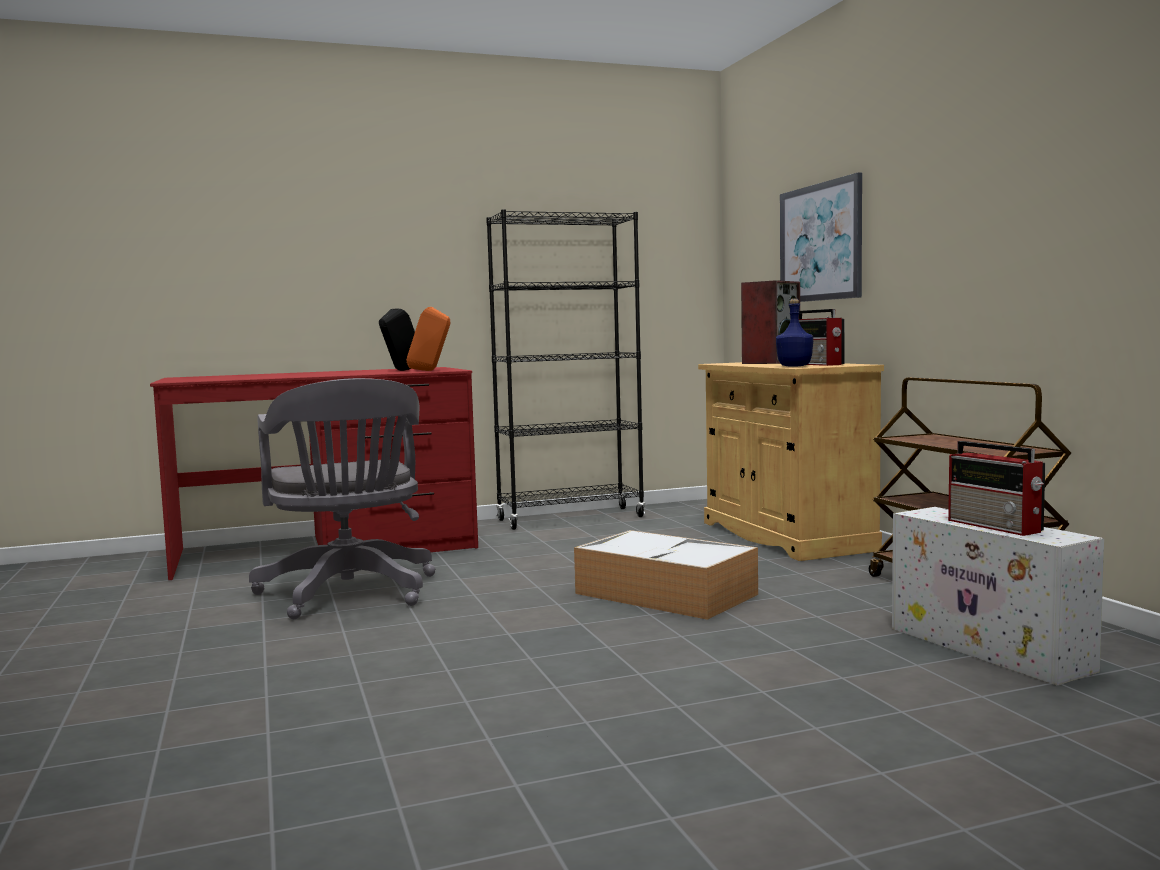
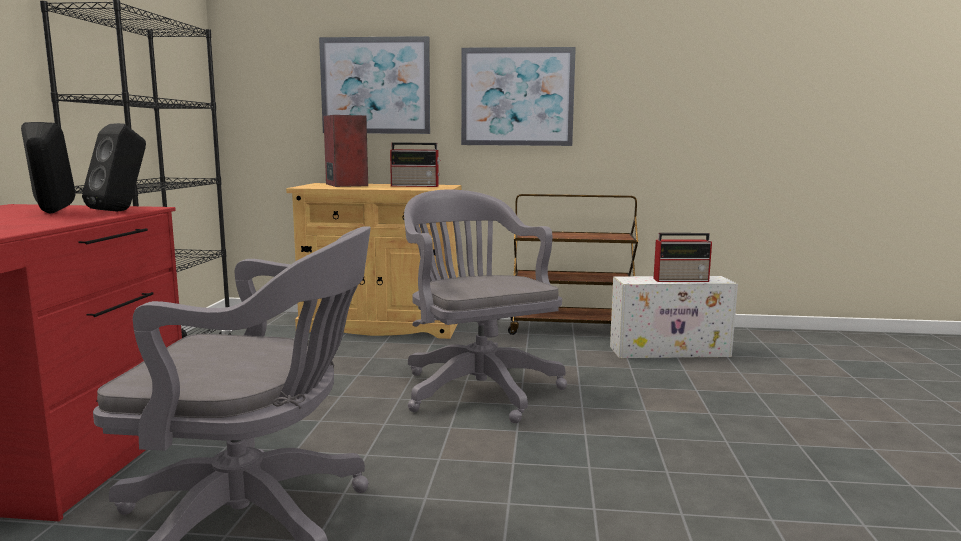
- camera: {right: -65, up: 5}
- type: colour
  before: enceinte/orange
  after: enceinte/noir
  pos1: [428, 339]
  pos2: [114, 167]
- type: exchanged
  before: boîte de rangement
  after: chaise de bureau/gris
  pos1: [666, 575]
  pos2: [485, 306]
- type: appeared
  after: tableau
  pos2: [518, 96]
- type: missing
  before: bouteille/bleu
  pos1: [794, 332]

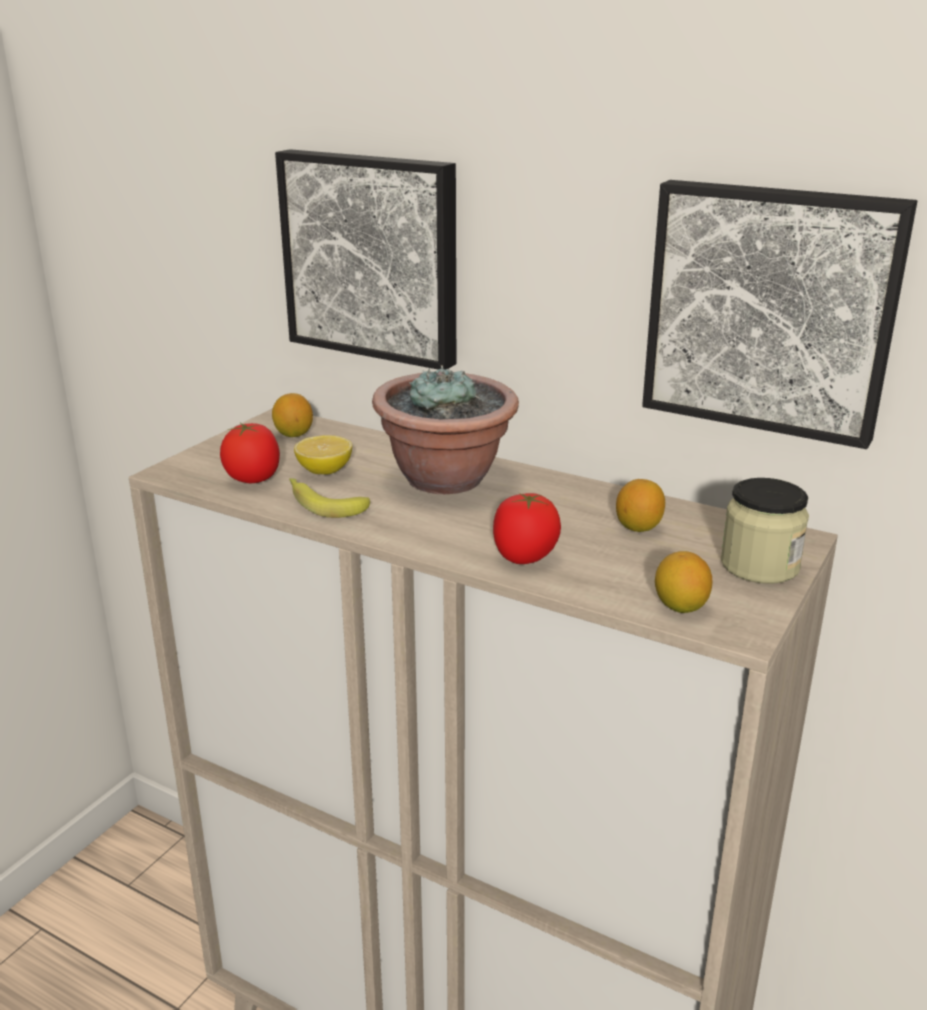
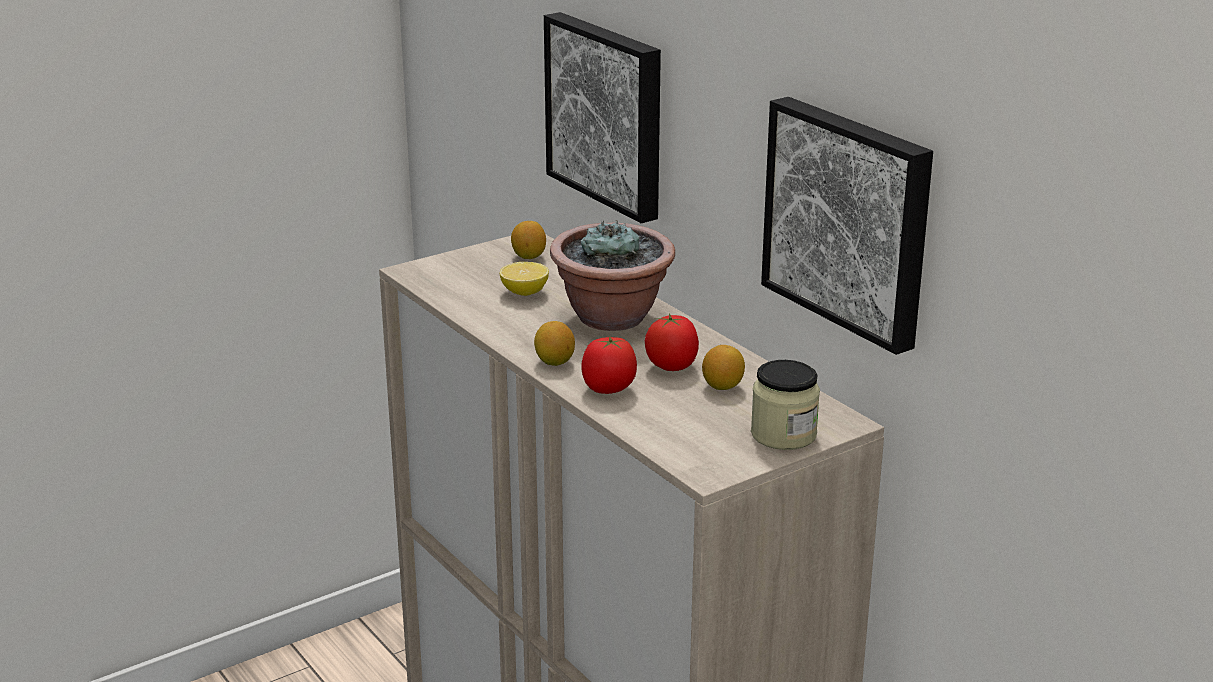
- camera: {right: 25, up: 0}
- type: relocated
  before: citron
  pos1: [683, 582]
  pos2: [554, 343]
- type: relocated
  before: tomate
  pos1: [250, 453]
  pos2: [672, 342]
- type: missing
  before: banane
  pos1: [329, 498]

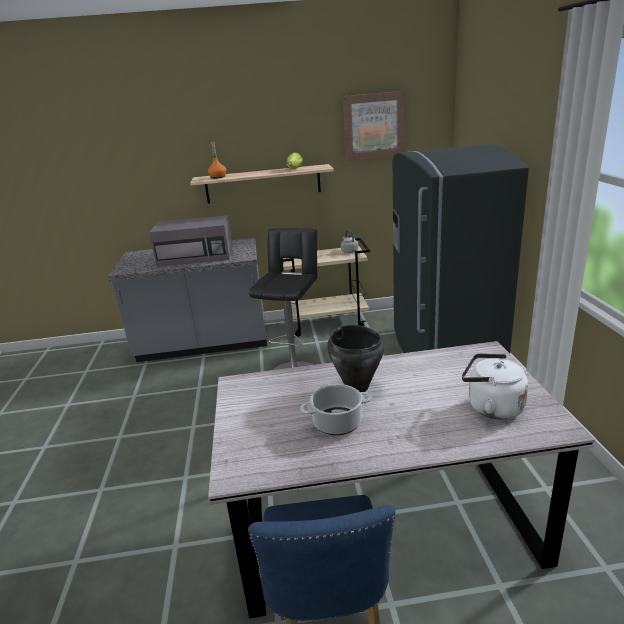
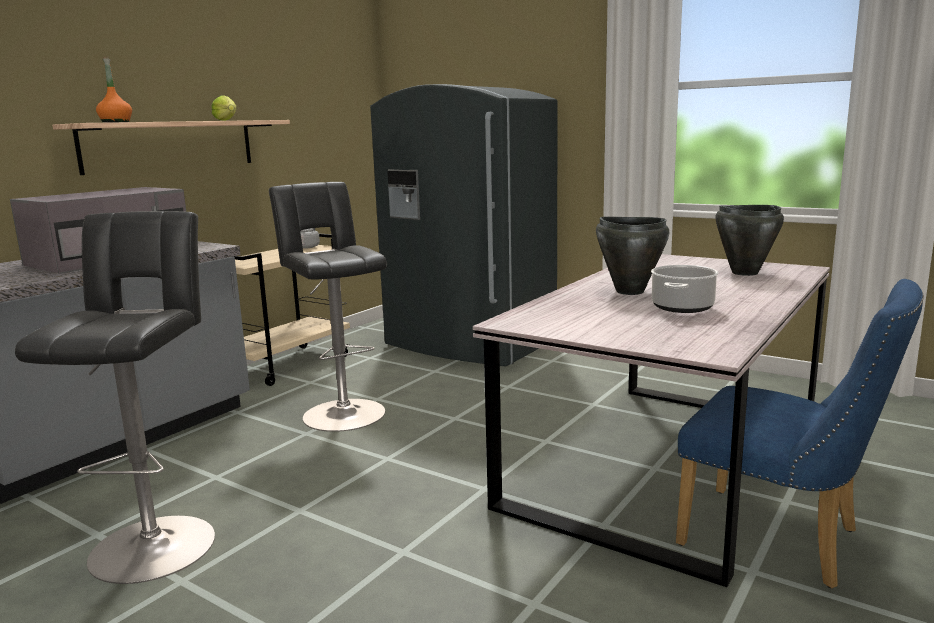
- camera: {right: -50, up: -10}
- type: appeared
  after: tabouret/noir
  pos2: [115, 397]
- type: exchanged
  before: bouilloire/blanc
  after: marmite/noir
  pos1: [495, 386]
  pos2: [749, 240]
- type: missing
  before: tableau
  pos1: [374, 126]

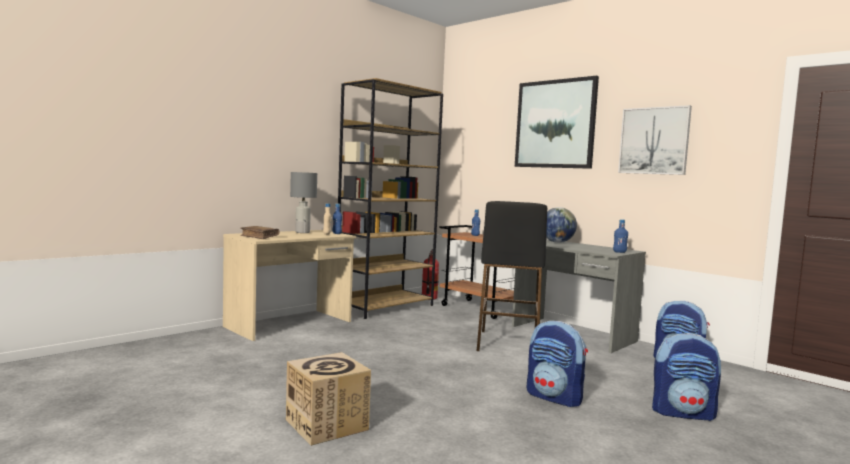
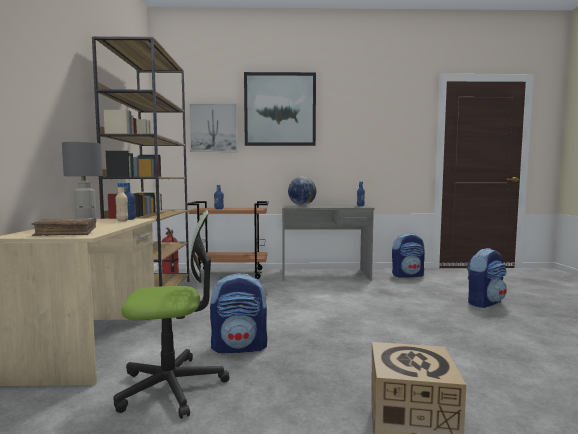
- camera: {right: -45, up: 0}
- type: appeared
  after: chaise de bureau
  pos2: [171, 314]
- type: relocated
  before: tableau
  pos1: [655, 140]
  pos2: [213, 127]
- type: relocated
  before: sac à dos
  pos1: [557, 364]
  pos2: [239, 313]
- type: missing
  before: tabouret/noir
  pos1: [512, 276]

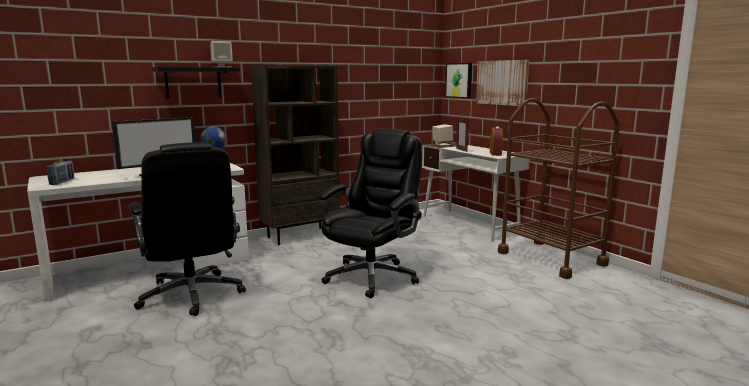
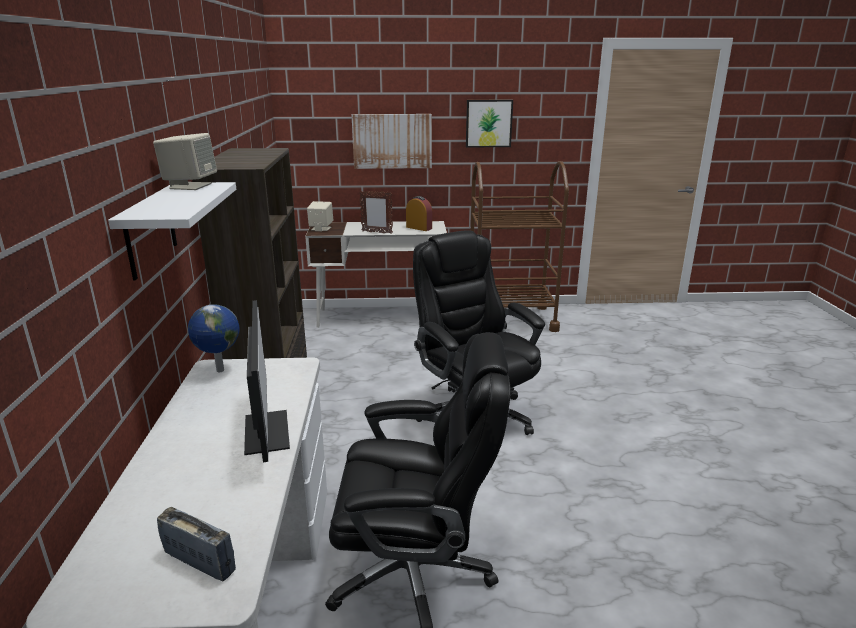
- camera: {right: -60, up: 10}
- type: colour
  before: étagère/noir
  after: étagère/blanc
  pos1: [195, 82]
  pos2: [172, 231]
- type: relocated
  before: tableau
  pos1: [458, 80]
  pos2: [489, 123]

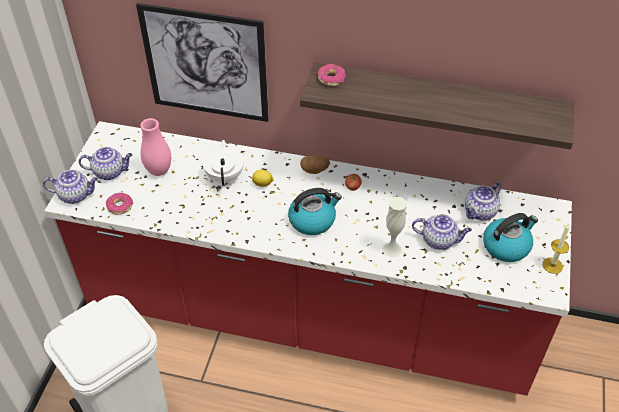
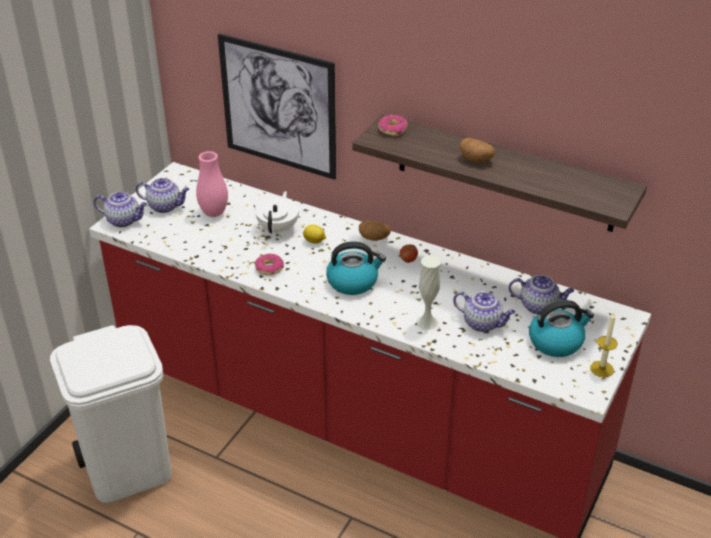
- camera: {right: 15, up: -10}
- type: relocated
  before: beignet
  pos1: [119, 204]
  pos2: [269, 264]
- type: appeared
  after: pomme de terre
  pos2: [477, 150]
- type: spun
  before: théière
  pos1: [483, 201]
  pos2: [541, 294]
  turn: -135

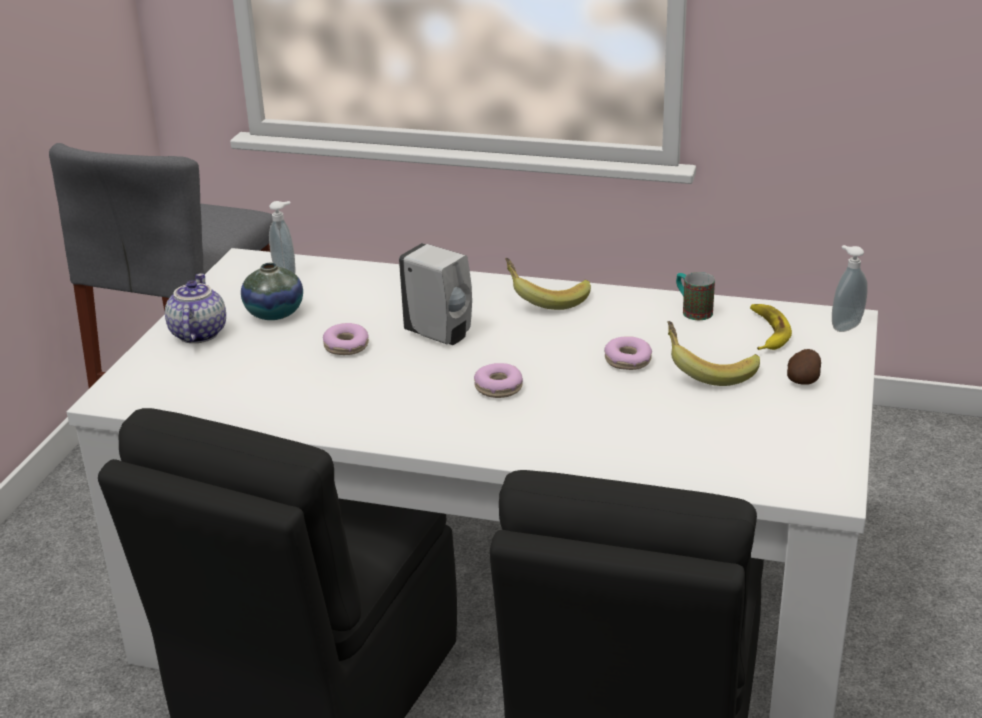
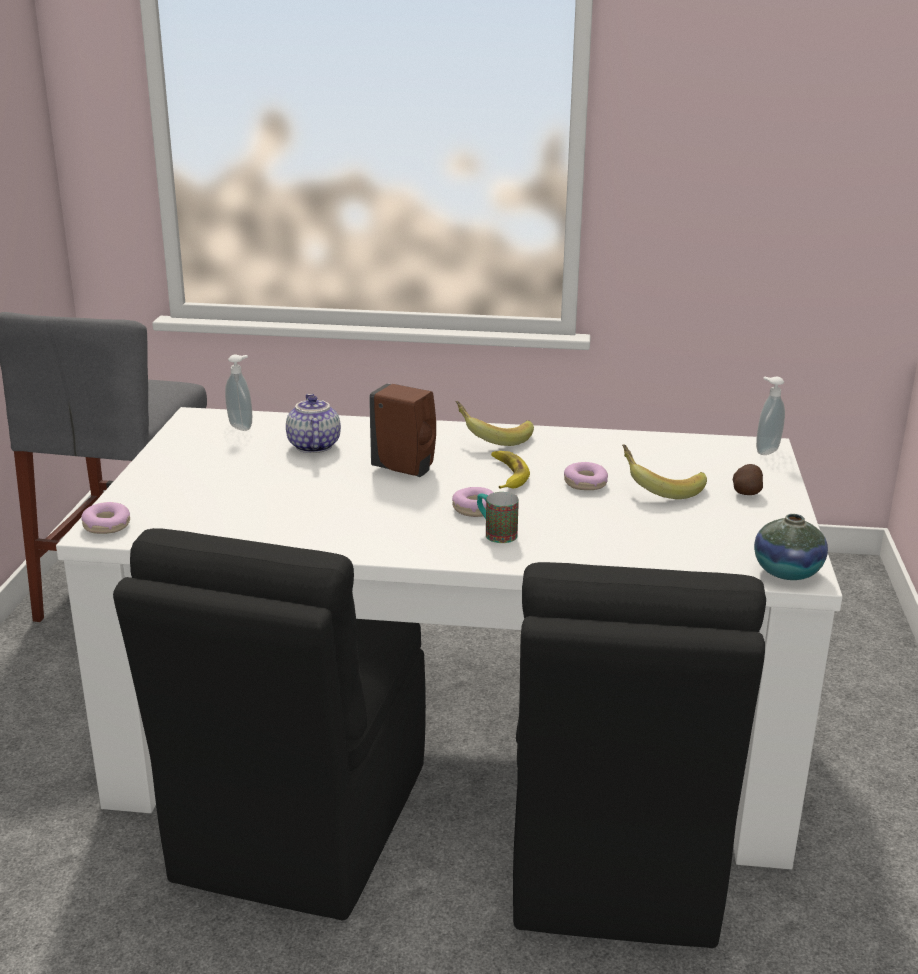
- camera: {right: -10, up: -5}
- type: relocated
  before: beignet
  pos1: [346, 339]
  pos2: [105, 518]
- type: relocated
  before: théière
  pos1: [195, 308]
  pos2: [313, 423]
- type: colour
  before: distributeur de savon/blanc
  after: distributeur de savon/marron
  pos1: [435, 294]
  pos2: [402, 430]
- type: relocated
  before: mug
  pos1: [695, 296]
  pos2: [498, 517]
- type: relocated
  before: banane
  pos1: [771, 327]
  pos2: [510, 470]
- type: relocated
  before: vase
  pos1: [272, 291]
  pos2: [791, 547]

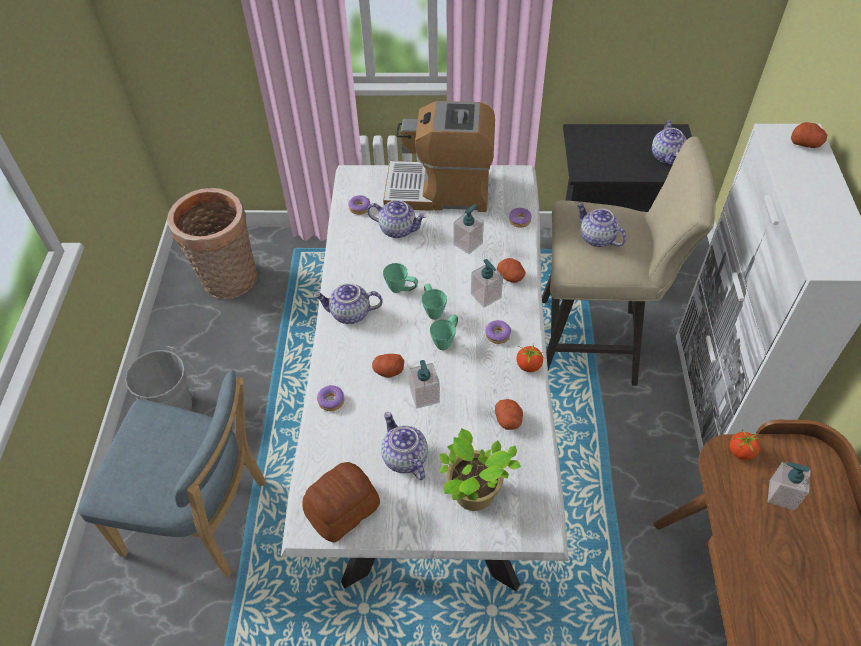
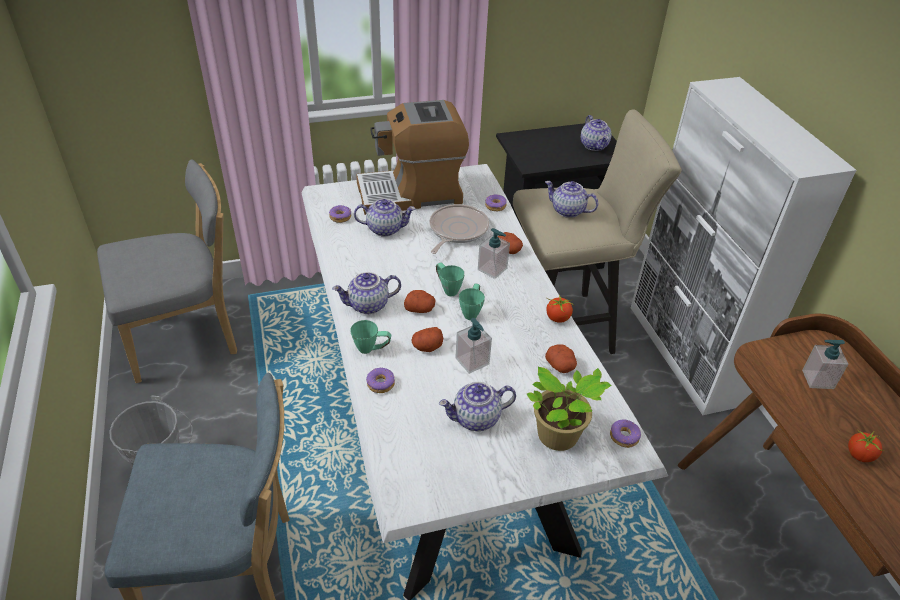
- camera: {right: -20, up: -10}
- type: exchanged
  before: panier
  after: chaise/gris
  pos1: [212, 243]
  pos2: [167, 271]
- type: relocated
  before: mug/vert
  pos1: [400, 278]
  pos2: [370, 337]
- type: relocated
  before: pomme de terre
  pos1: [809, 135]
  pos2: [420, 301]
- type: exchanged
  before: distributeur de savon
  after: poêle
  pos1: [468, 229]
  pos2: [459, 229]
- type: spun
  before: théière
  pos1: [404, 446]
  pos2: [477, 406]
  turn: -60
- type: relocated
  before: beignet
  pos1: [498, 332]
  pos2: [625, 433]
- type: relocated
  before: tomate
  pos1: [745, 444]
  pos2: [866, 446]
- type: missing
  before: pain
  pos1: [341, 502]

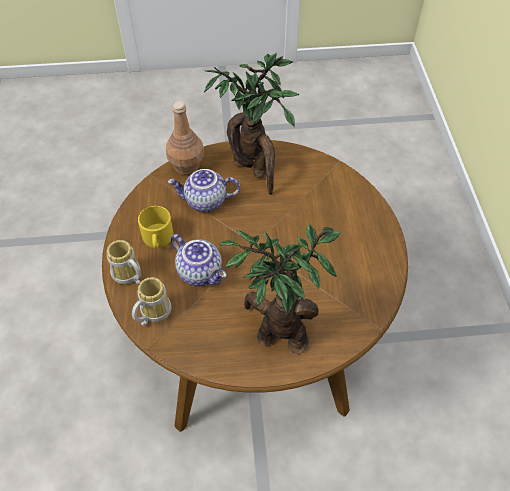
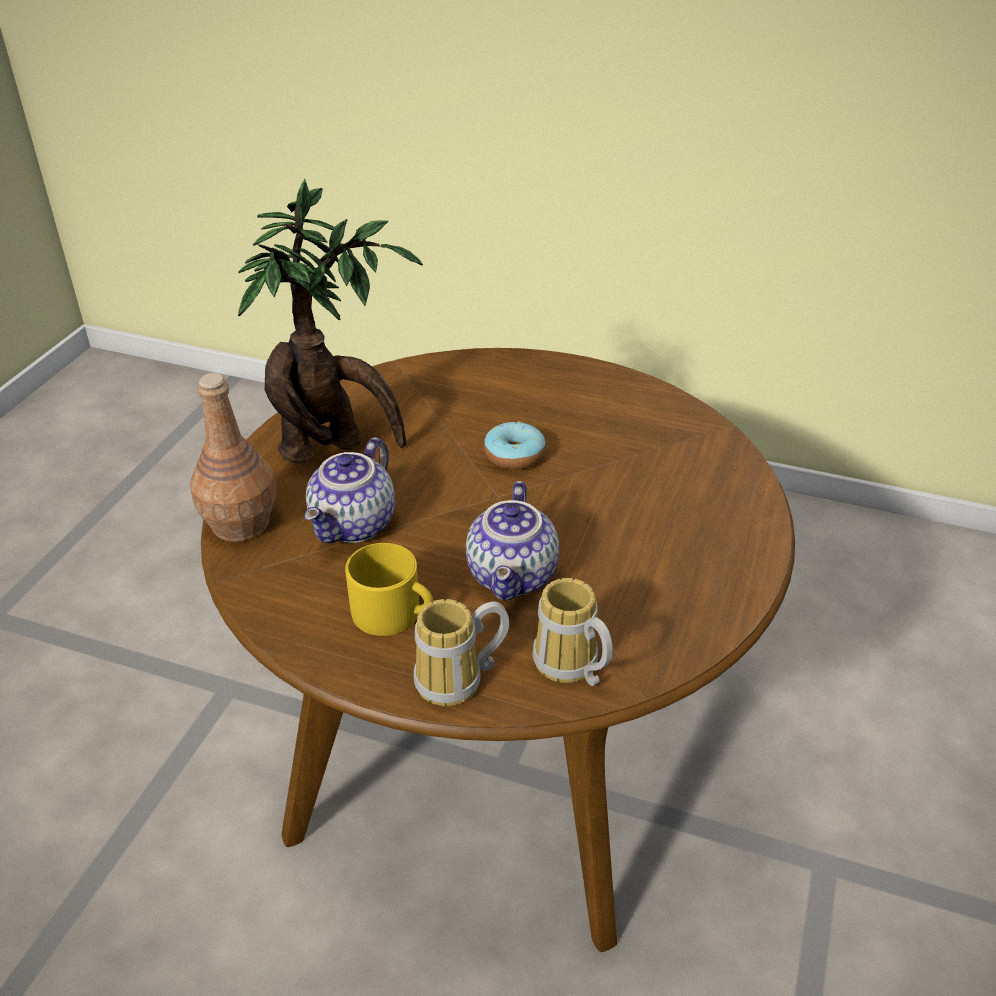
- camera: {right: -65, up: -15}
- type: spun
  before: théière
  pos1: [198, 260]
  pos2: [512, 541]
  turn: 120
- type: appeared
  after: beignet
  pos2: [514, 445]
- type: missing
  before: plante en pot
  pos1: [280, 289]

